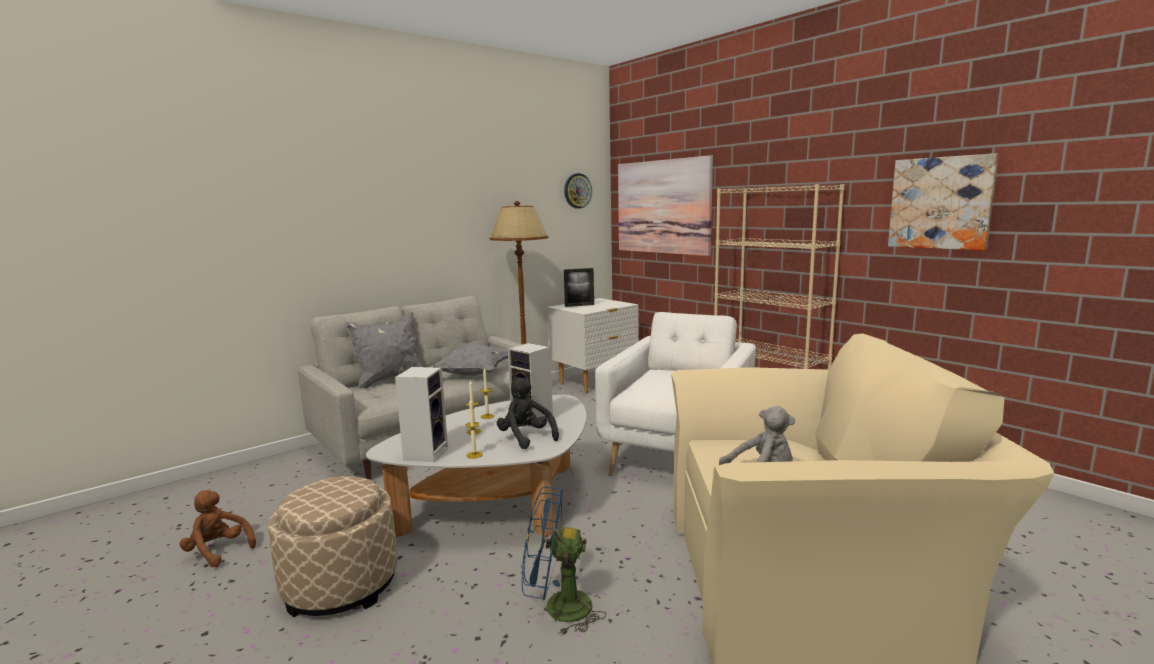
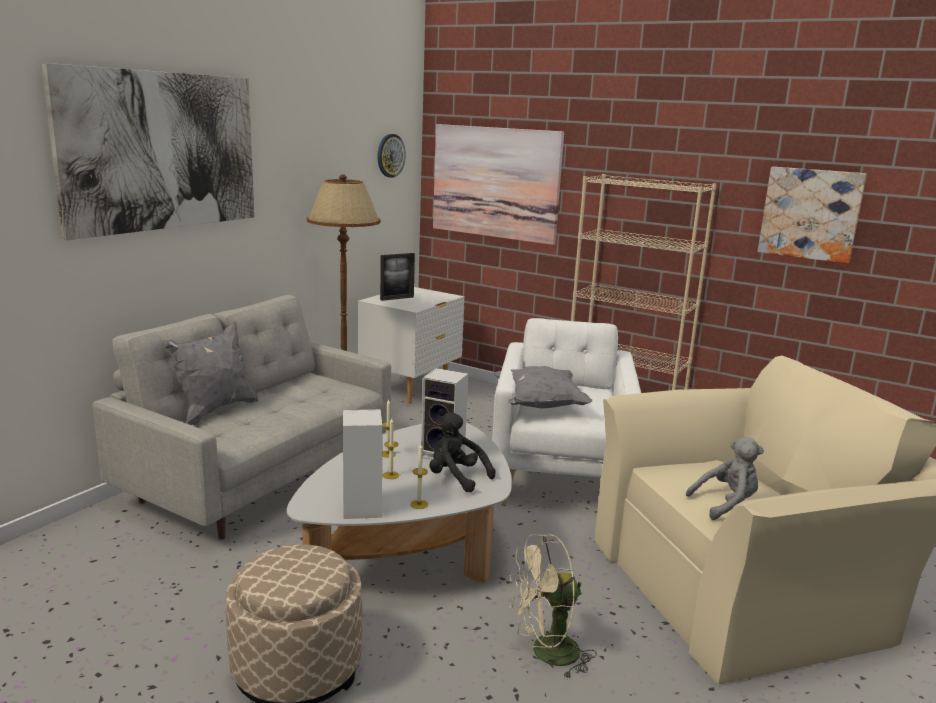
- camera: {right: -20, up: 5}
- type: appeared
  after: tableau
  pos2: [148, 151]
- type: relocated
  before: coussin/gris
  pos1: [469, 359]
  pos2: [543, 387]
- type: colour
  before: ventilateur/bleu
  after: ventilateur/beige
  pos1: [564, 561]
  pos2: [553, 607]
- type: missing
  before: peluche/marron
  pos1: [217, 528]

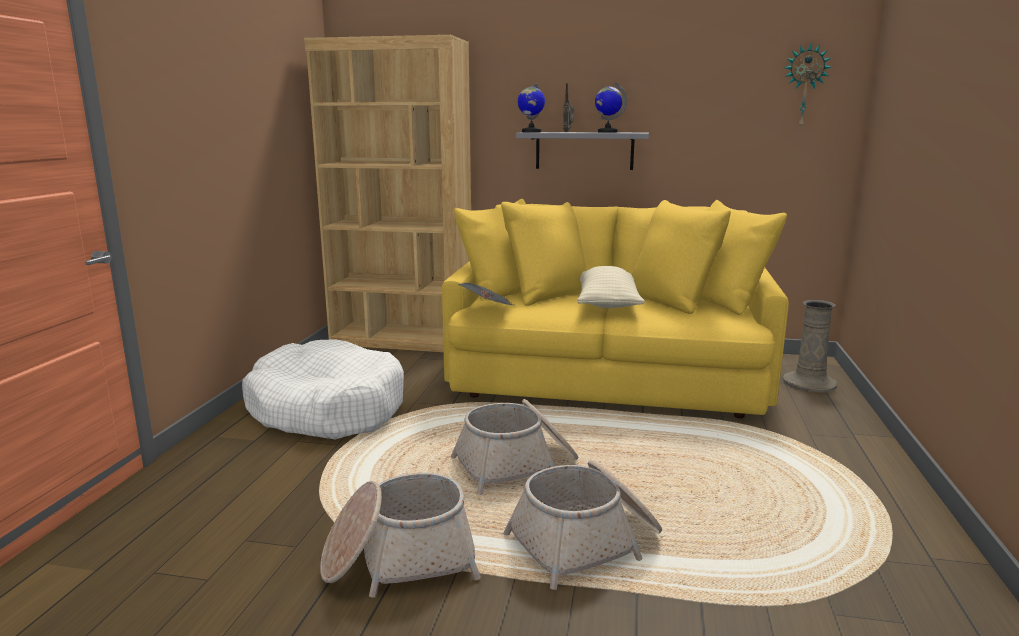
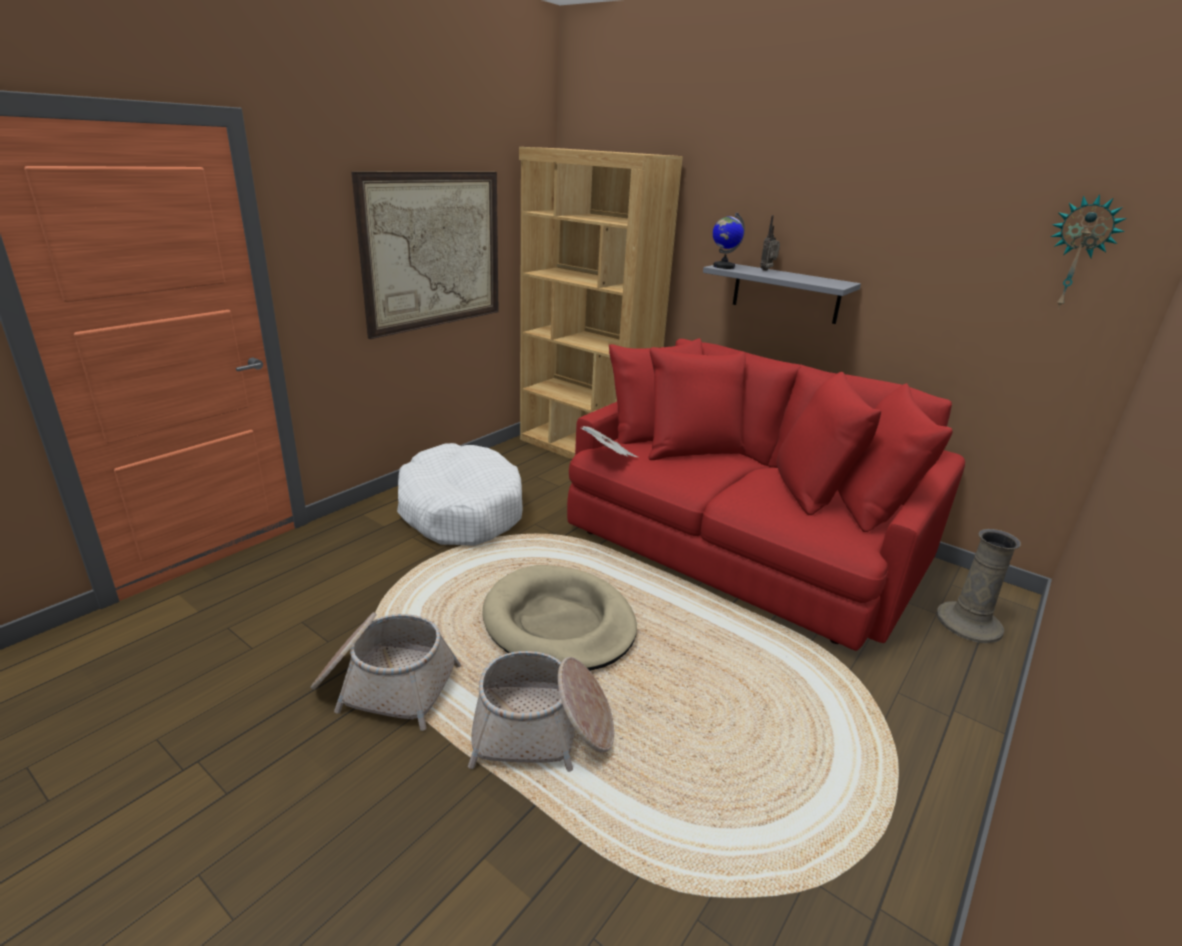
- camera: {right: 25, up: 10}
- type: appeared
  after: tableau
  pos2: [424, 255]
- type: exchanged
  before: panier
  after: panier pour chien/beige
  pos1: [515, 447]
  pos2: [559, 618]
- type: colour
  before: canapé/jaune
  after: canapé/rouge
  pos1: [615, 308]
  pos2: [766, 494]
- type: missing
  before: coussin/beige
  pos1: [611, 287]
- type: missing
  before: globe
  pos1: [611, 108]

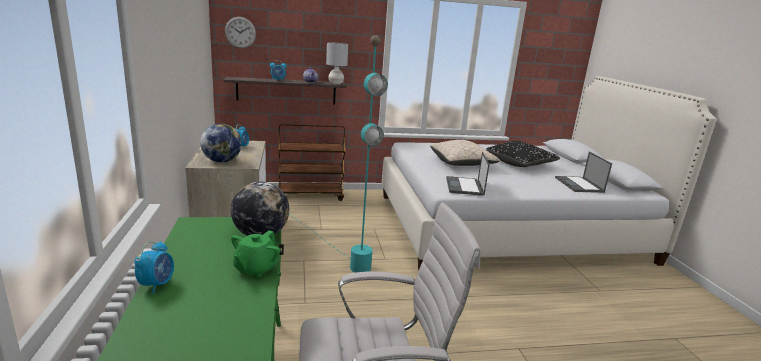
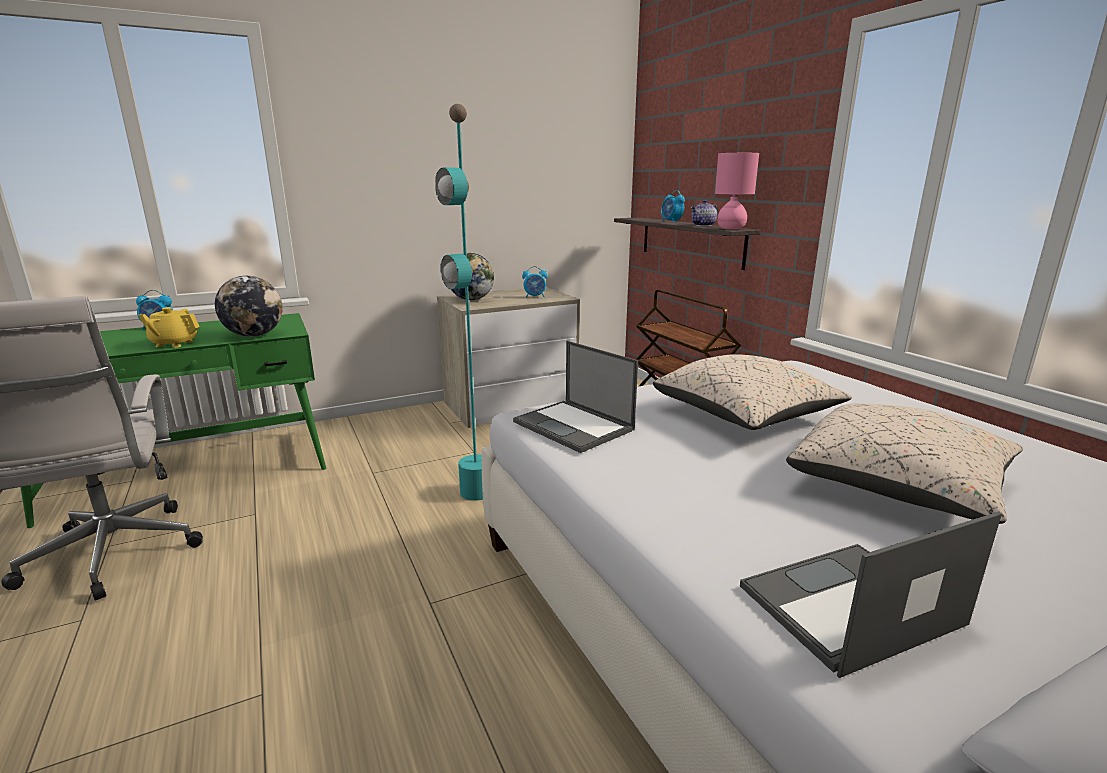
- camera: {right: 75, up: 0}
- type: colour
  before: théière/vert
  after: théière/jaune
  pos1: [255, 254]
  pos2: [169, 327]
- type: spun
  before: ordinateur portable
  pos1: [468, 174]
  pos2: [575, 397]
  turn: -120
- type: colour
  before: lampe de table/gris
  after: lampe de table/rose
  pos1: [337, 63]
  pos2: [737, 191]
- type: colour
  before: coussin/noir
  after: coussin/beige
  pos1: [523, 154]
  pos2: [905, 463]
- type: missing
  before: horloge murale
  pos1: [240, 32]

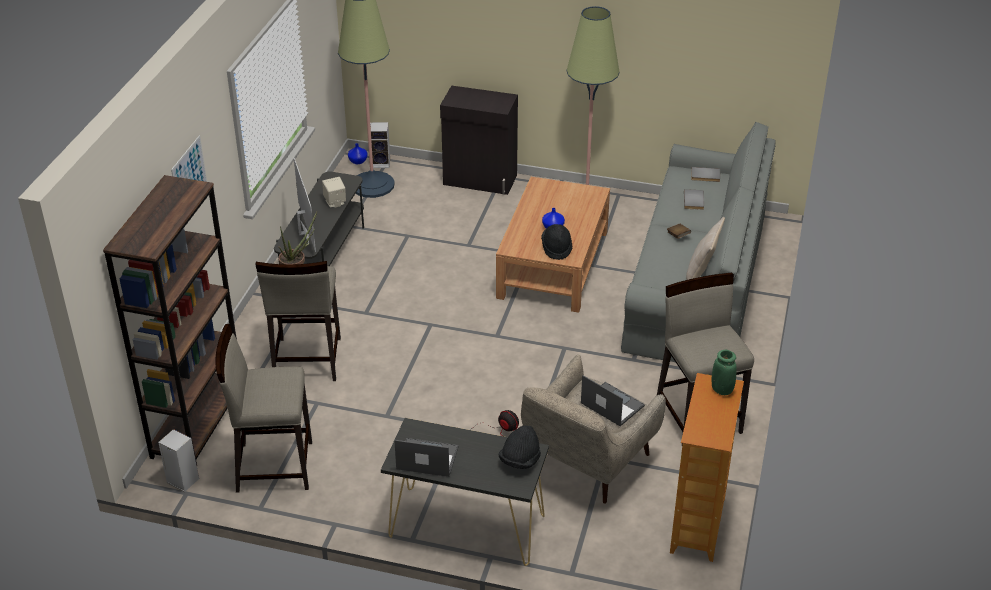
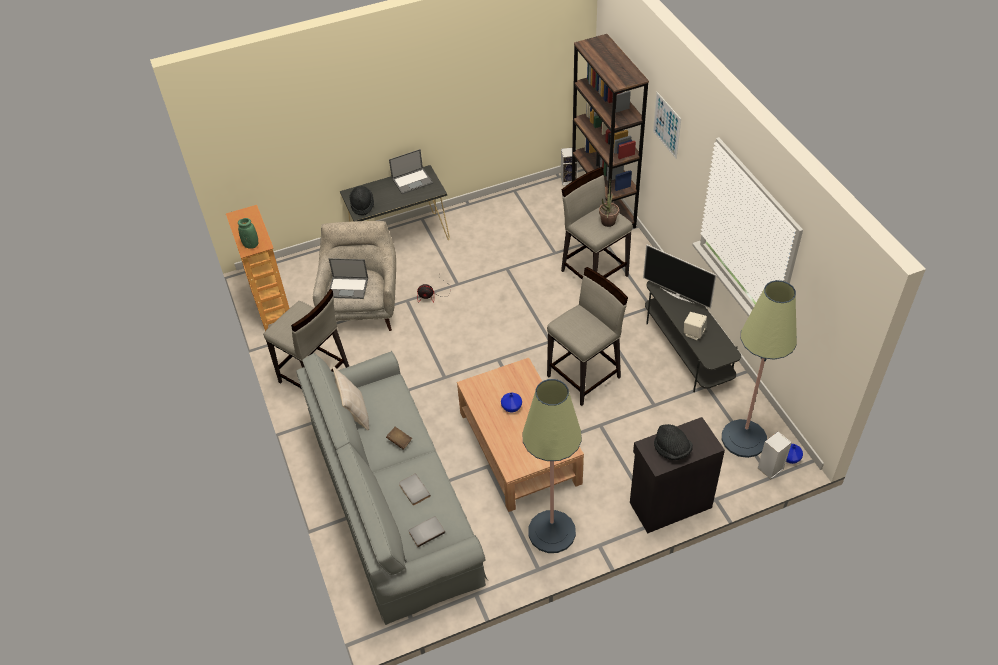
- camera: {right: 145, up: 10}
- type: relocated
  before: tabouret/beige
  pos1: [263, 408]
  pos2: [587, 336]
- type: relocated
  before: chapeau/noir
  pos1: [557, 242]
  pos2: [673, 442]

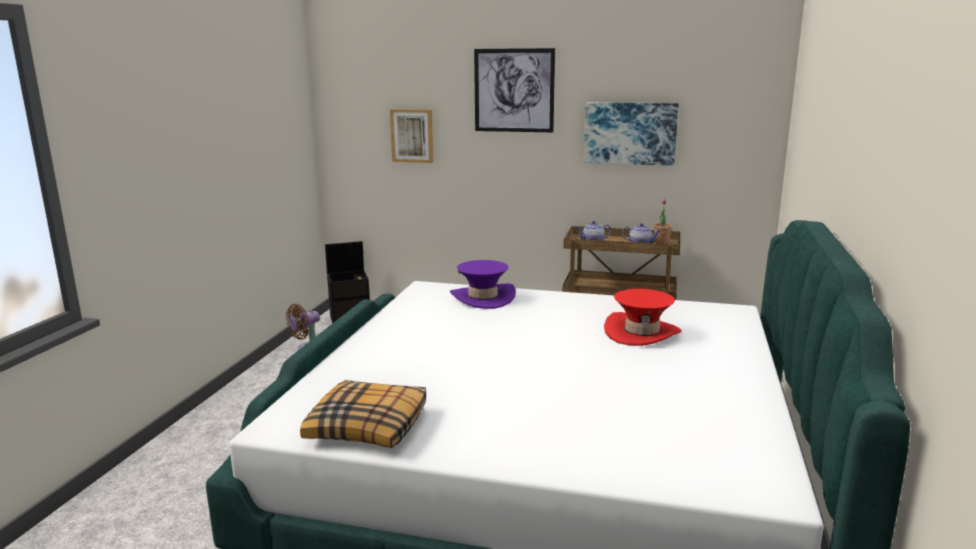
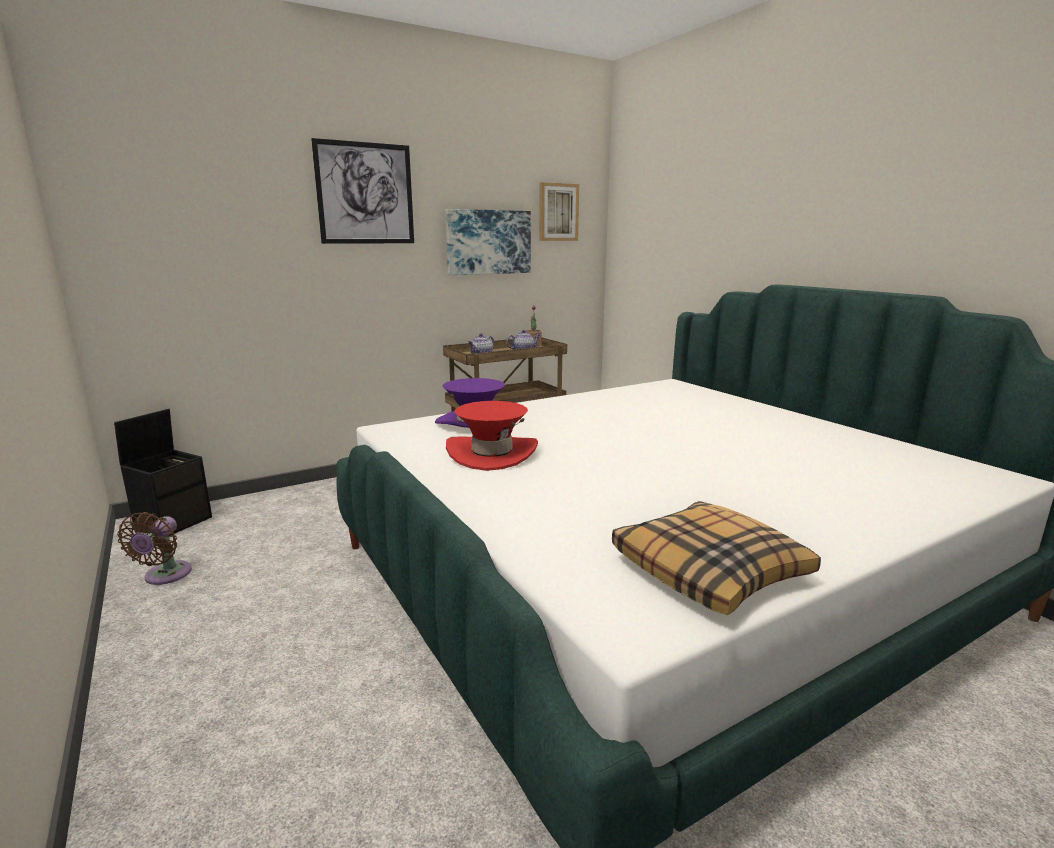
- camera: {right: -45, up: 0}
- type: relocated
  before: chapeau/rouge
  pos1: [642, 317]
  pos2: [492, 436]
- type: relocated
  before: tableau
  pos1: [411, 136]
  pos2: [559, 211]

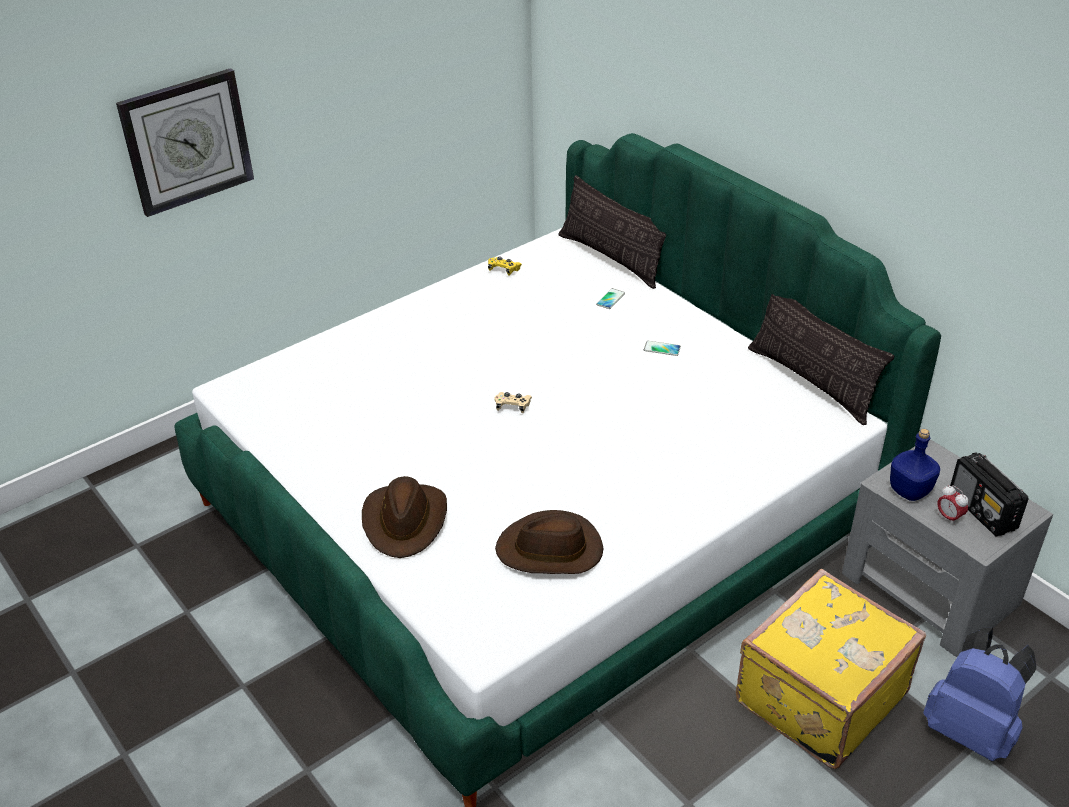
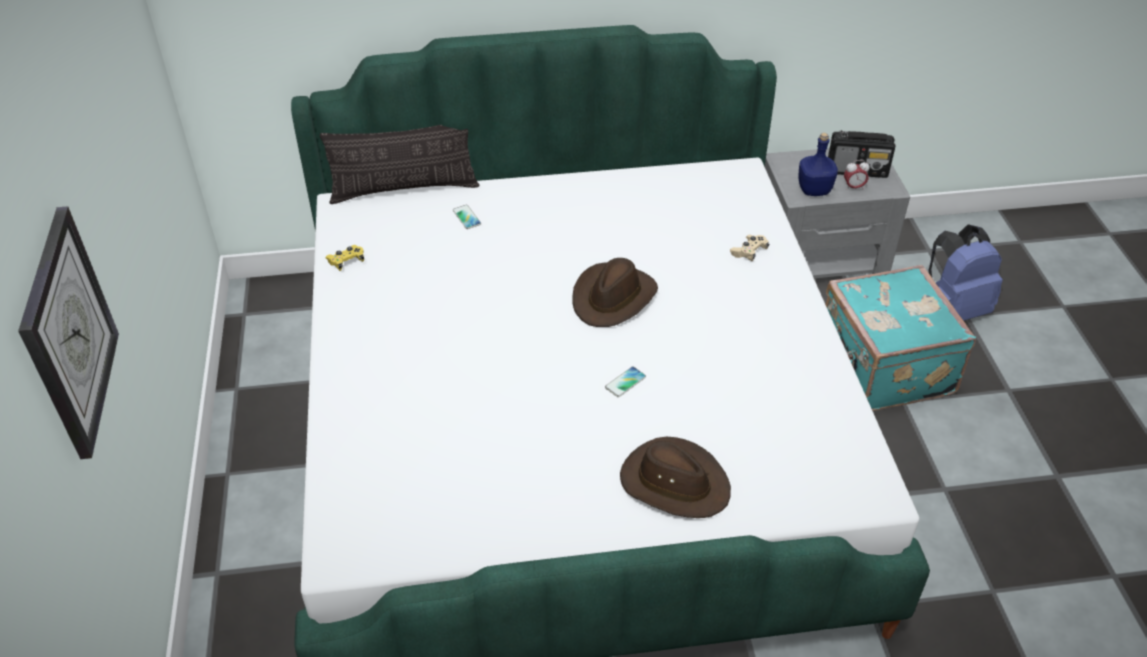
- camera: {right: -60, up: 5}
- type: relocated
  before: chapeau/marron
  pos1: [549, 542]
  pos2: [615, 292]
- type: relocated
  before: téléphone
  pos1: [662, 348]
  pos2: [625, 381]
- type: relocated
  before: manette/beige
  pos1: [513, 402]
  pos2: [749, 248]
- type: colour
  before: valise/jaune
  after: valise/turquoise
  pos1: [831, 669]
  pos2: [900, 338]
- type: missing
  before: coussin
  pos1: [821, 359]

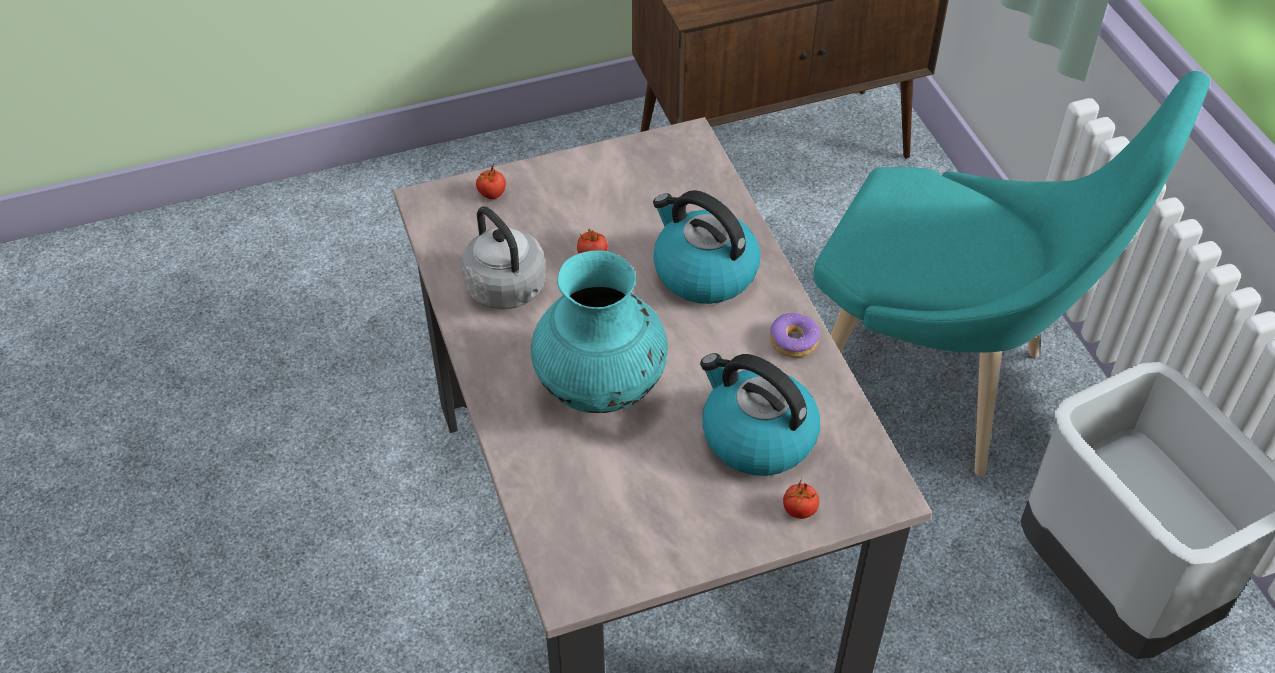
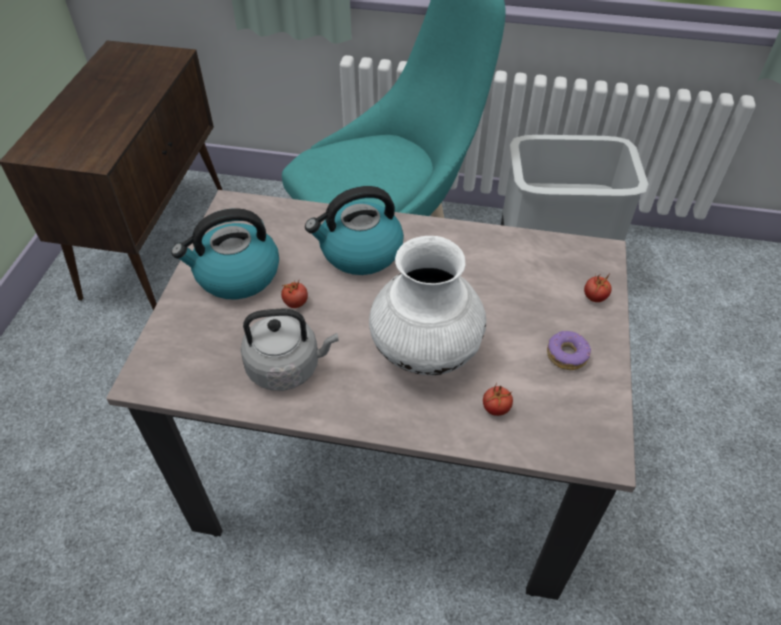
- camera: {right: -60, up: 0}
- type: relocated
  before: bouilloire
  pos1: [760, 414]
  pos2: [225, 254]
- type: colour
  before: vase/turquoise
  after: vase/blanc
  pos1: [599, 331]
  pos2: [427, 305]
- type: relocated
  before: tomate
  pos1: [491, 181]
  pos2: [498, 400]
- type: relocated
  before: beignet
  pos1: [795, 335]
  pos2: [569, 350]

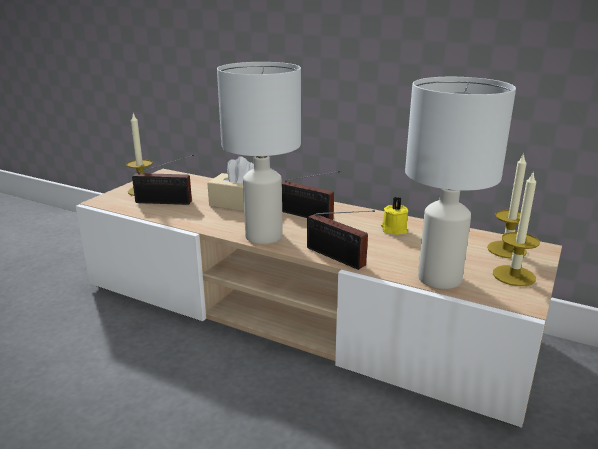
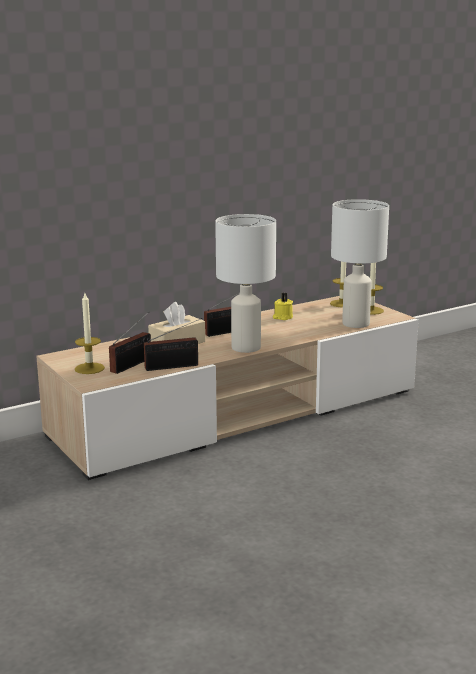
- camera: {right: -60, up: -5}
- type: relocated
  before: radio
  pos1: [341, 240]
  pos2: [173, 344]

